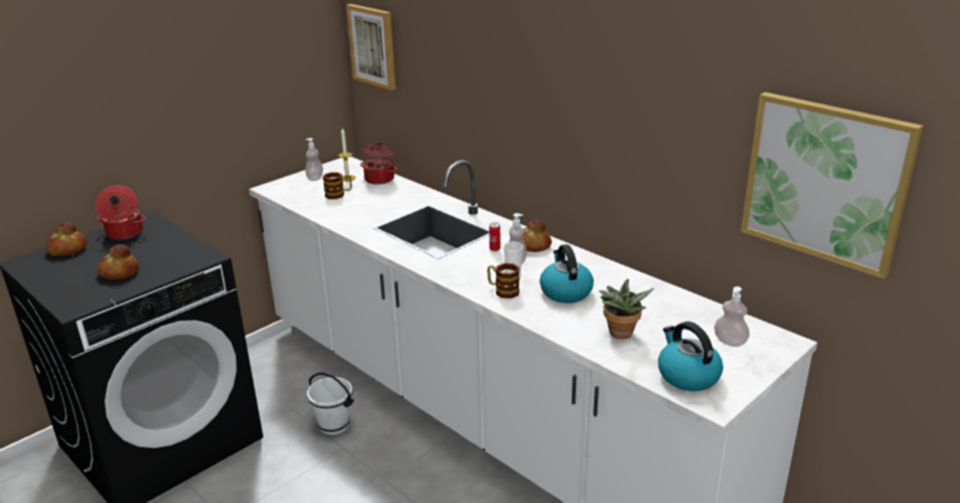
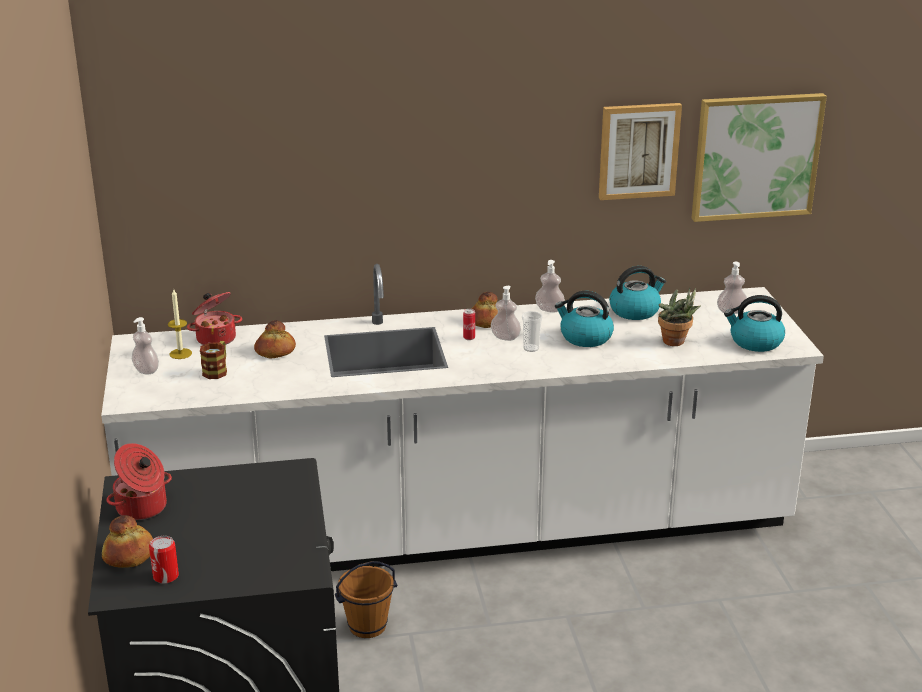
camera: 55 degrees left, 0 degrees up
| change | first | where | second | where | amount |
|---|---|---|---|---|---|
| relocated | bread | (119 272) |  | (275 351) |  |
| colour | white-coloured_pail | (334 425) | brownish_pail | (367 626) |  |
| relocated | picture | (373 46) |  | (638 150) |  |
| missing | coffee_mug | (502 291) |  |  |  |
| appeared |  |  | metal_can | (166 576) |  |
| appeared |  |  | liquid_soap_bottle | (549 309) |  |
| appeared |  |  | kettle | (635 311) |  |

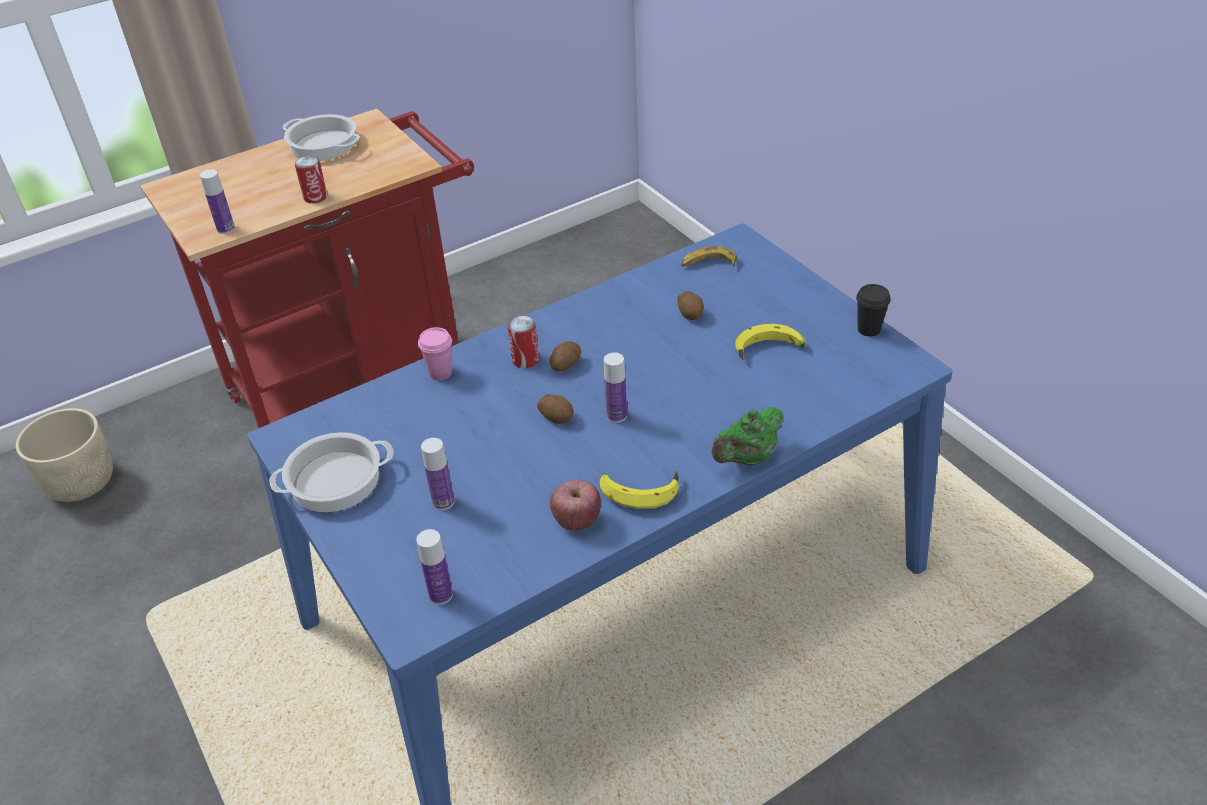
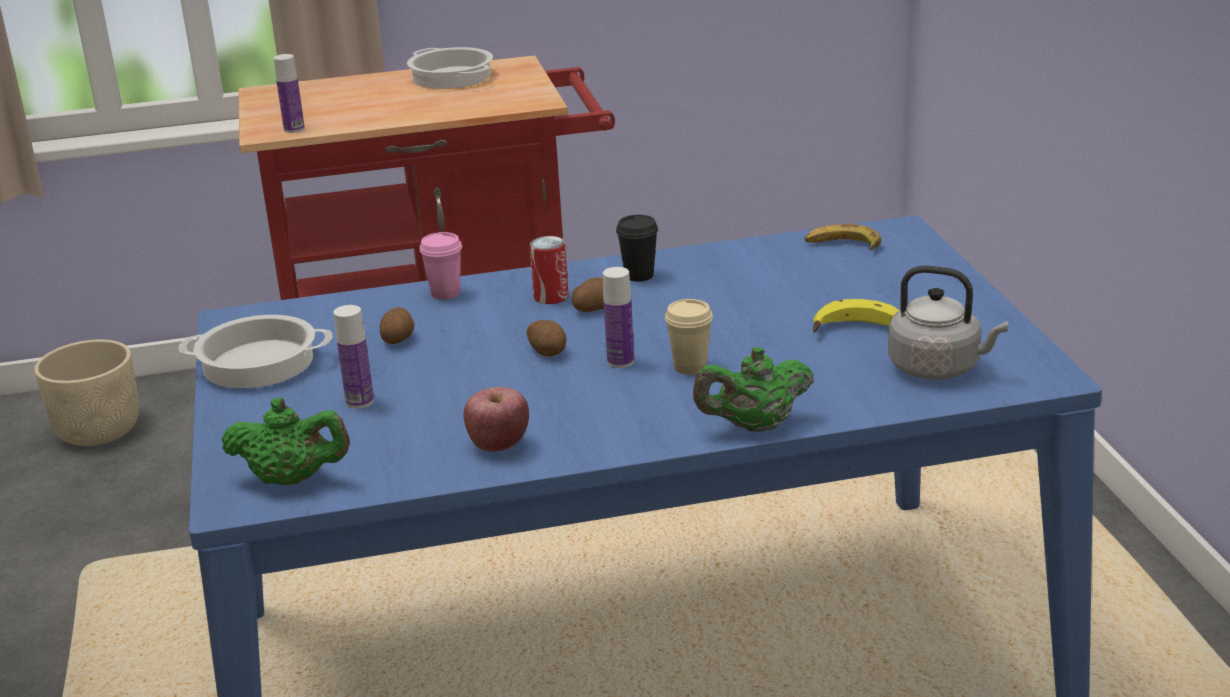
camera: 20 degrees right, 15 degrees down
| change | first | where | second | where | amount |
|---|---|---|---|---|---|
| missing | metal_can | (315 197) |  |  |  |
| exchanged | beverage_bottle | (441 595) | green-coloured_tea_pot | (292 479) |  |
| missing | whole_banana | (640 490) |  |  |  |
| relocated | spud | (691 314) |  | (398 339) |  |
| relocated | black_cup | (868 329) |  | (639 275) |  |
| appeared |  |  | beige_cup | (690 367) |  |
| appeared |  |  | grey_kettle | (939 368) |  |

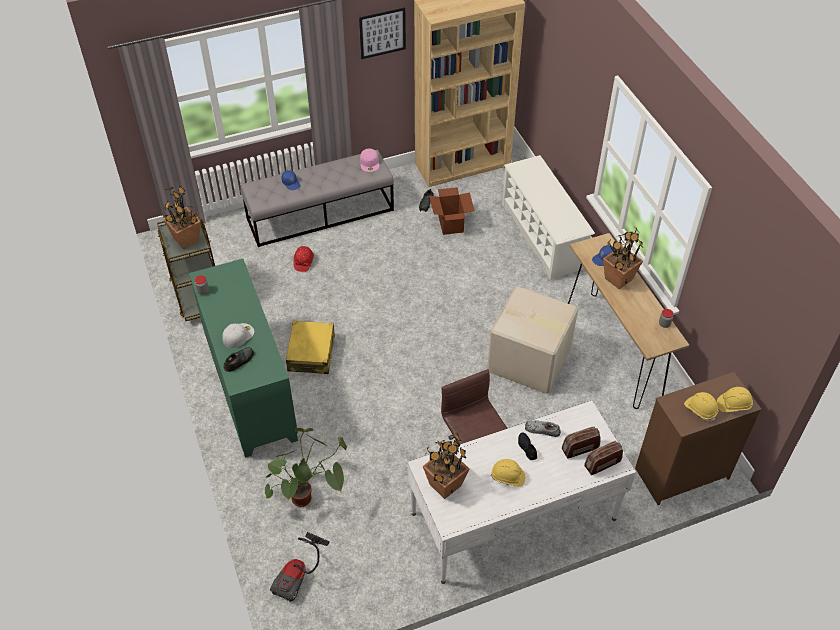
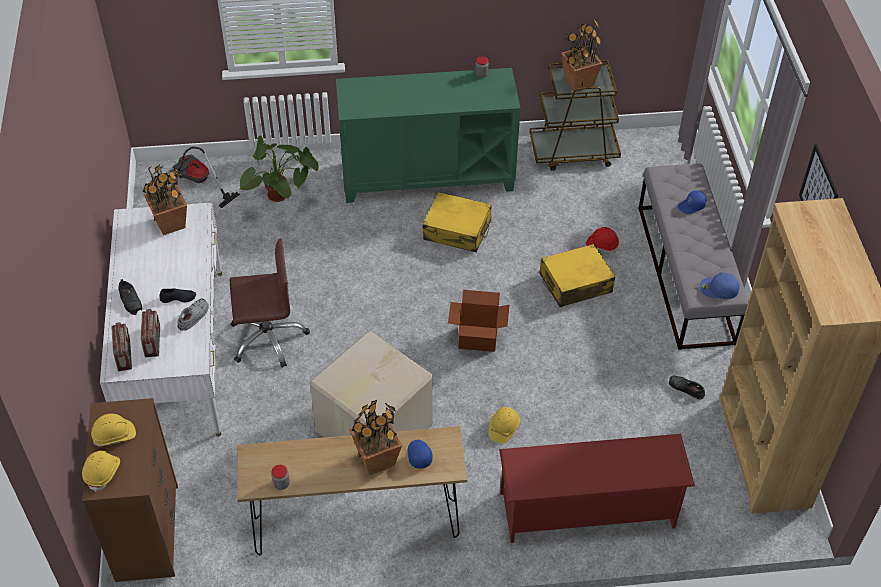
camera: 105 degrees right, 0 degrees up
| change | first | where | second | where | amount |
|---|---|---|---|---|---|
| missing | white-coloured_baseball_cap | (238 335) |  |  |  |
| relocated | black_shoe | (239 360) |  | (130 300) |  |
| colour | pinkish_baseball_cap | (369 162) | bluish_baseball_cap | (718 288) |  |
| relocated | carton | (451 224) |  | (477 339) |  |
| relocated | yellowish_safety_helmet | (508 477) |  | (503 428) |  |
| colour | white-coloured_shoe_stand | (543 236) | red-coloured_shoe_stand | (587 510) |  |
| appeared |  |  | yellowish_travel_case | (575 283) |  |

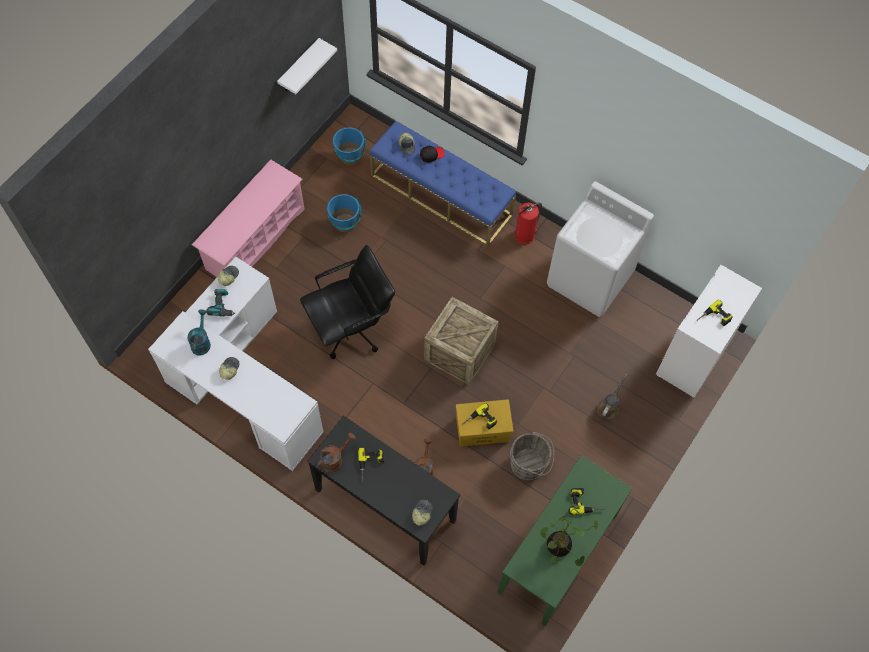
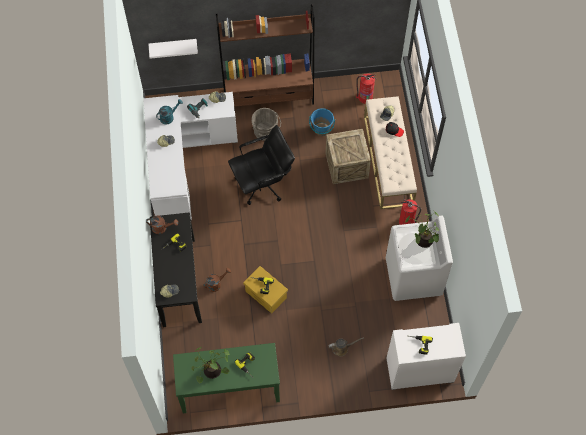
camera: 50 degrees right, 0 degrees up
| change | first | where | second | where | amount |
|---|---|---|---|---|---|
| exchanged | pinkish_shoe_stand | (255 239) | brownish_bookshelf | (269 97) |  |
| relocated | white-coloured_shelf | (299 67) |  | (173 46) |  |
| spun | black_desk_chair | (351 328) |  | (263 184) | 45 degrees counterclockwise |
| exchanged | bluish_pail | (350 157) | extinguisher | (365 97) |  |
| colour | bluish_long_seat | (441 195) | beige_long_seat | (388 160) |  |
| relocated | shipping_crate | (459 352) |  | (346 165) |  |
| relocated | grey_pail | (530 465) |  | (266 132) |  |
| appeared |  |  | houseplant | (422 240) |  |

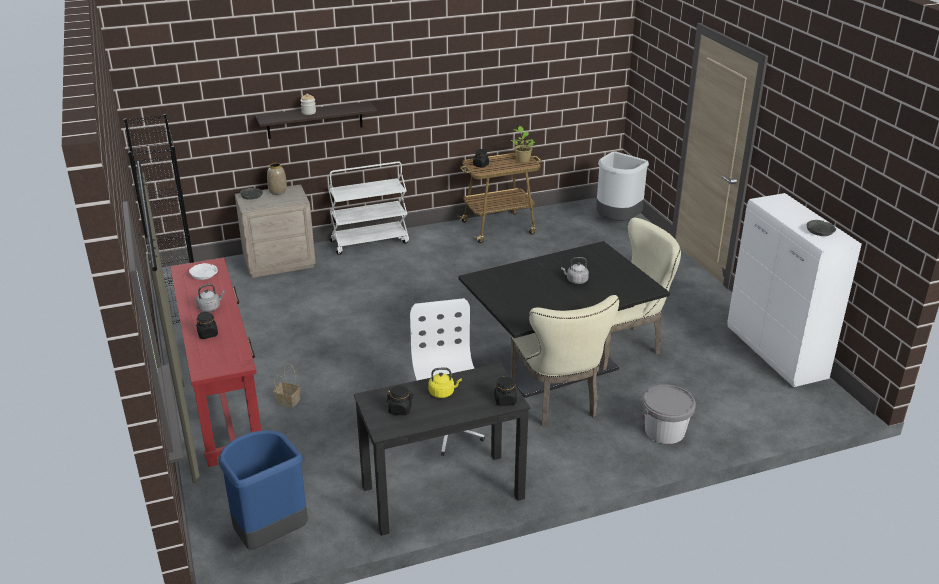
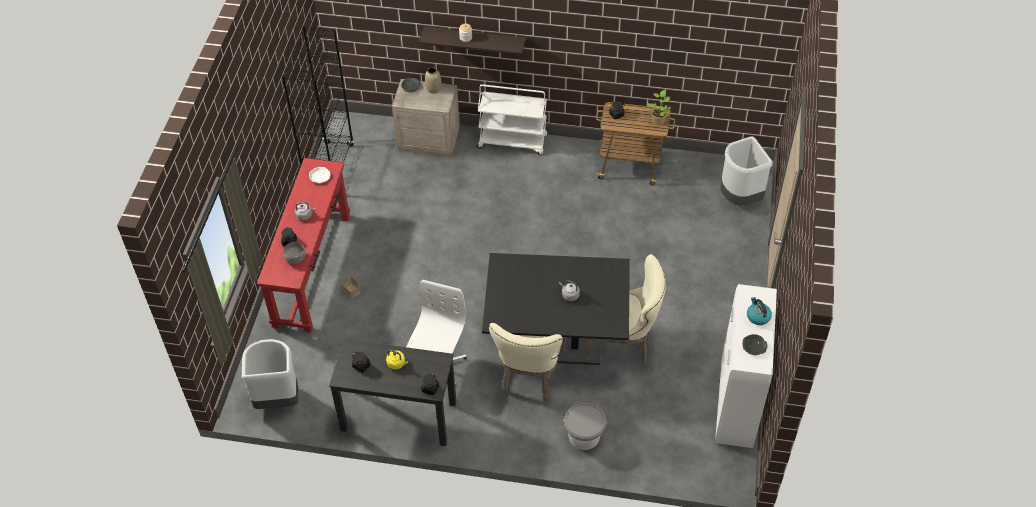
camera: 30 degrees right, 20 degrees up
| change | first | where | second | where | amount |
|---|---|---|---|---|---|
| colour | bluish_rubbish_bin | (269 535) | grey_rubbish_bin | (278 399) |  |
| appeared |  |  | grey_deep_dish | (296 259) |  |
| appeared |  |  | kettle | (758 316) |  |

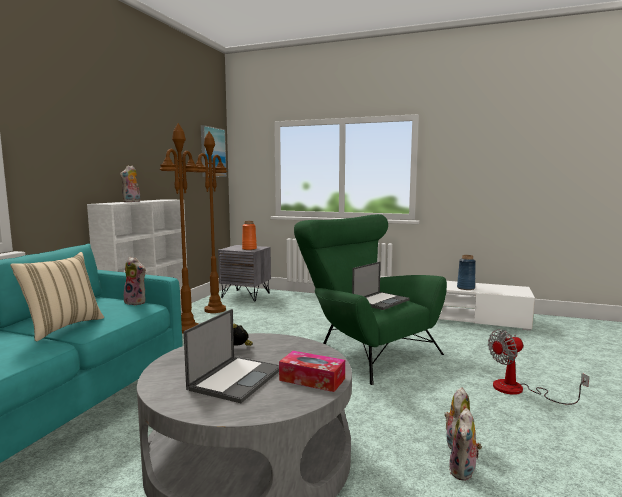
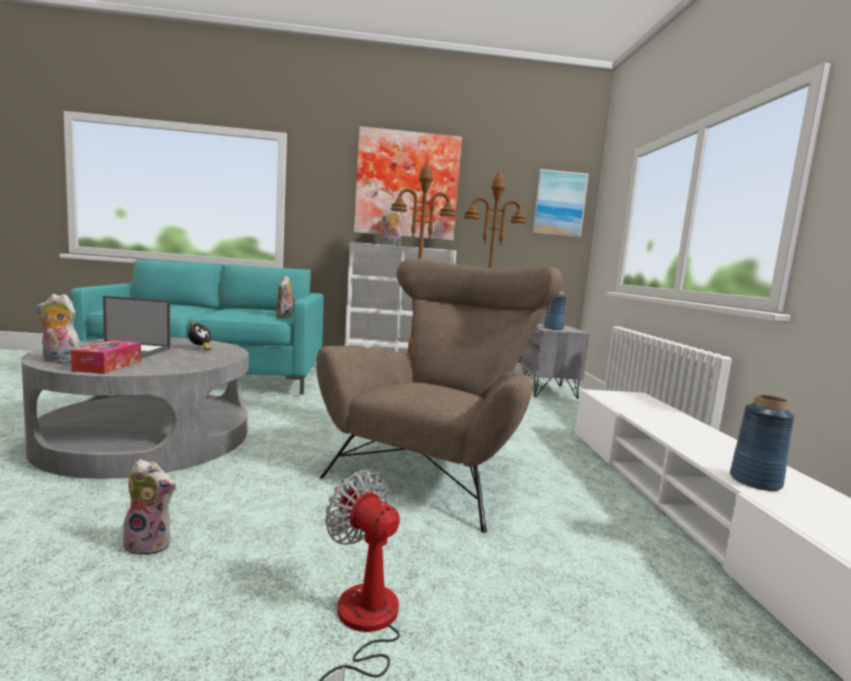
camera: 65 degrees right, 0 degrees up
| change | first | where | second | where | amount |
|---|---|---|---|---|---|
| missing | beige_cushion | (62 327) |  |  |  |
| colour | orange_decorative_vase | (249 249) | bluish_decorative_vase | (553 328) |  |
| colour | green-coloured_easy_chair | (365 350) | brownish_easy_chair | (437 466) |  |
| missing | laptop | (381 301) |  |  |  |
| relocated | cuddly_toy | (464 472) |  | (59 361) |  |
| appeared |  |  | picture | (407 185) |  |

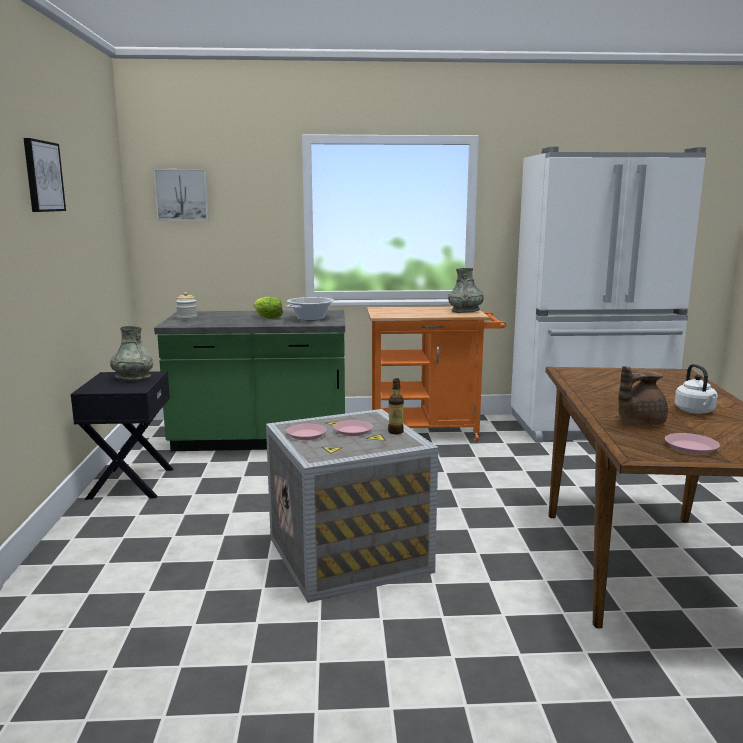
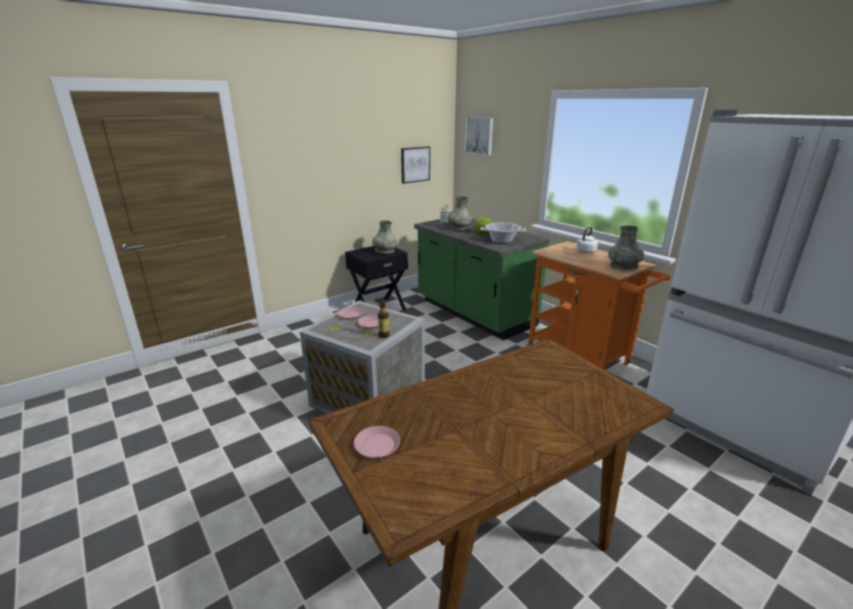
camera: 55 degrees right, 10 degrees up
| change | first | where | second | where | amount |
|---|---|---|---|---|---|
| relocated | picture | (42 176) |  | (415 164) |  |
| missing | brownish_tea_pot | (639 422) |  |  |  |
| relocated | white-coloured_kettle | (695 411) |  | (585 252) |  |
| appeared |  |  | grey_decorative_vase | (459 228) |  |

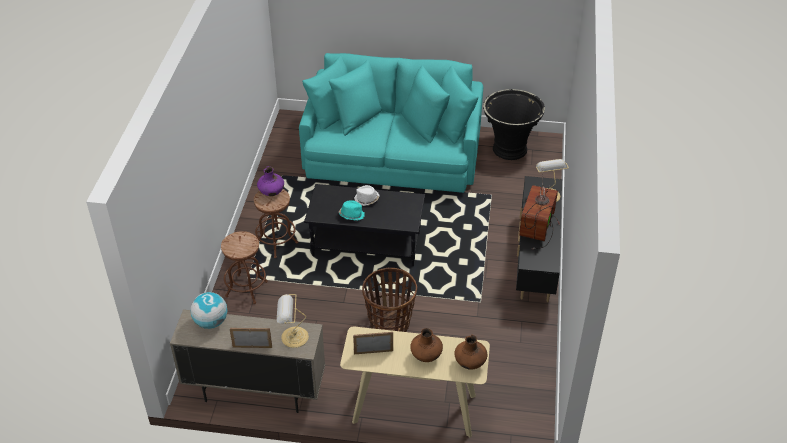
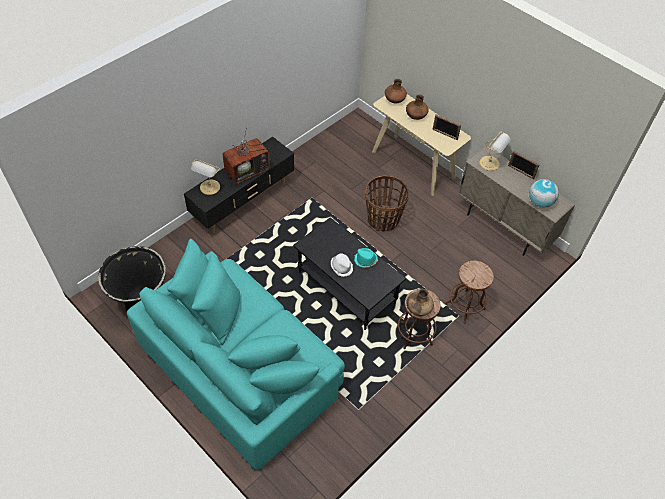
camera: 145 degrees left, 10 degrees up
| change | first | where | second | where | amount |
|---|---|---|---|---|---|
| colour | purple-coloured_decorative_vase | (271 192) | brownish_decorative_vase | (418 309) |  |

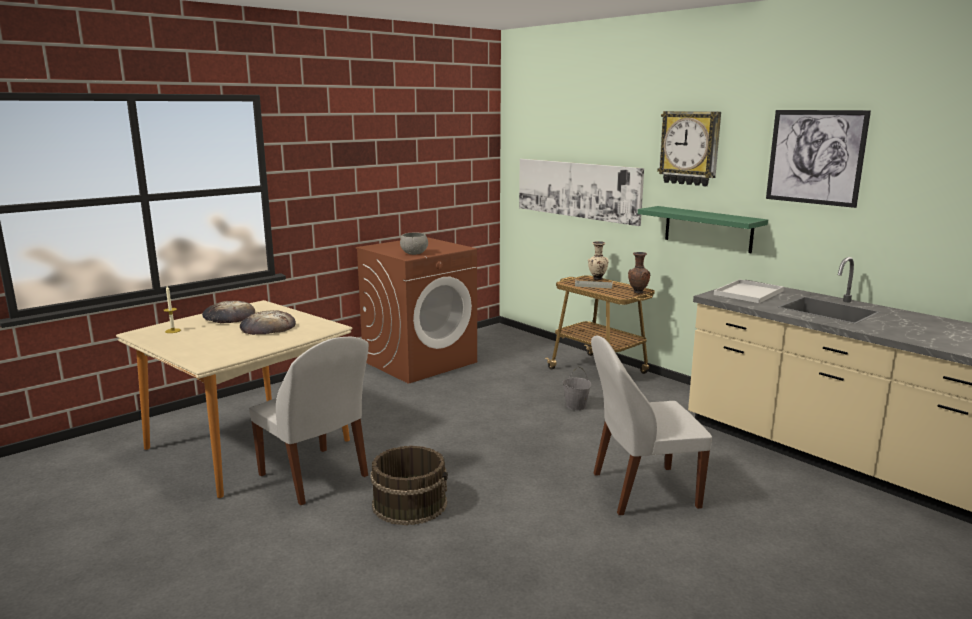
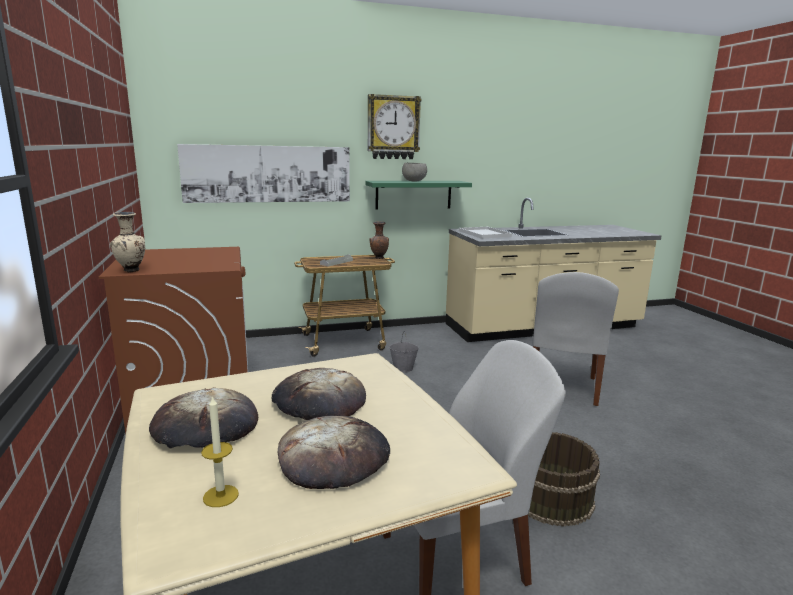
camera: 65 degrees left, 0 degrees up
| change | first | where | second | where | amount |
|---|---|---|---|---|---|
| relocated | grey_deep_dish | (414 254) |  | (414 181) |  |
| relocated | beige_decorative_vase | (597 279) |  | (131 271) |  |
| missing | picture | (815 157) |  |  |  |
| appeared |  |  | bread | (334 457) |  |

